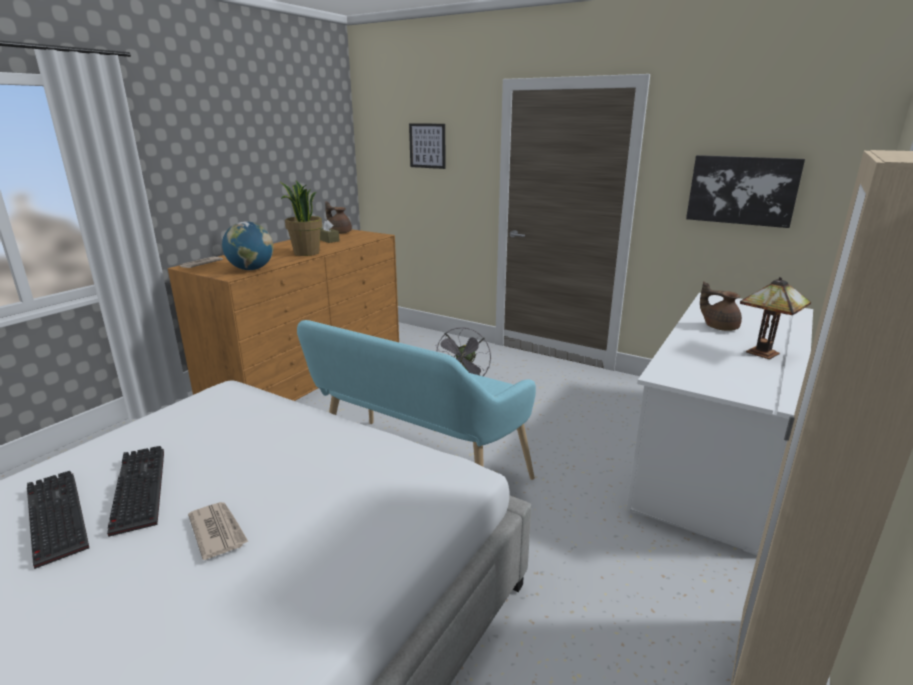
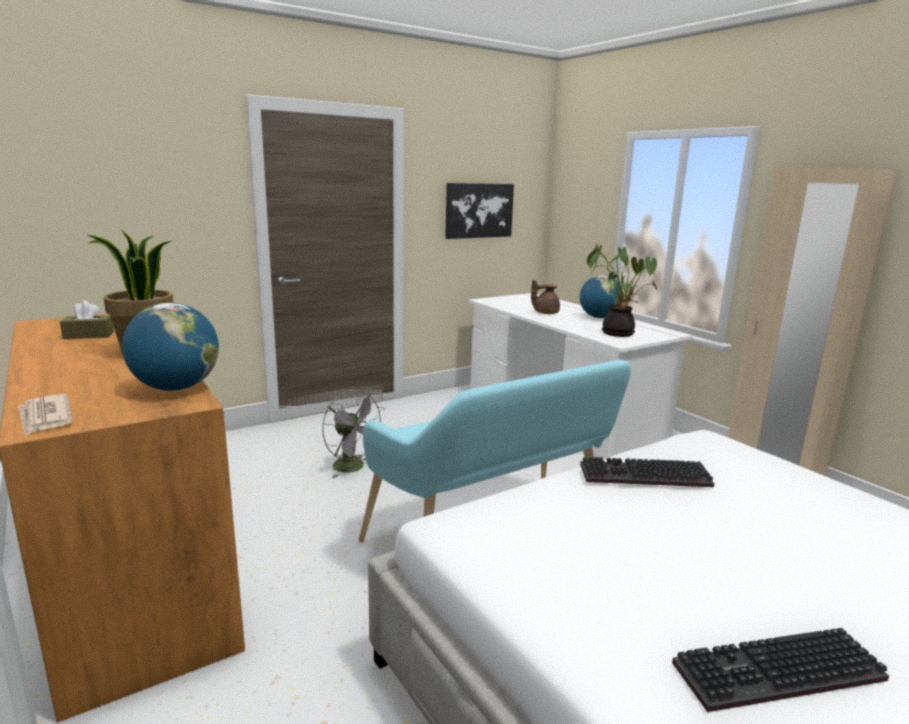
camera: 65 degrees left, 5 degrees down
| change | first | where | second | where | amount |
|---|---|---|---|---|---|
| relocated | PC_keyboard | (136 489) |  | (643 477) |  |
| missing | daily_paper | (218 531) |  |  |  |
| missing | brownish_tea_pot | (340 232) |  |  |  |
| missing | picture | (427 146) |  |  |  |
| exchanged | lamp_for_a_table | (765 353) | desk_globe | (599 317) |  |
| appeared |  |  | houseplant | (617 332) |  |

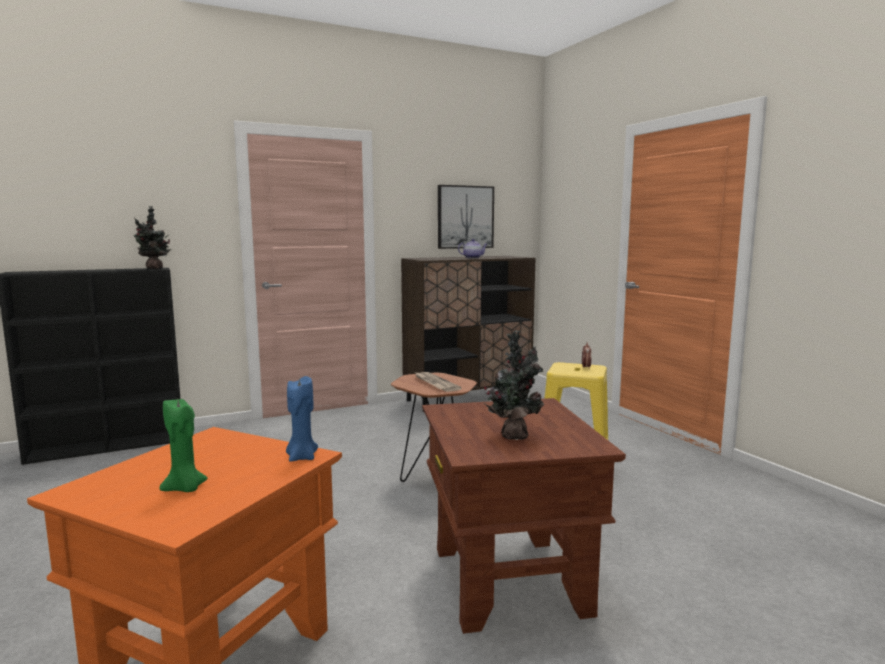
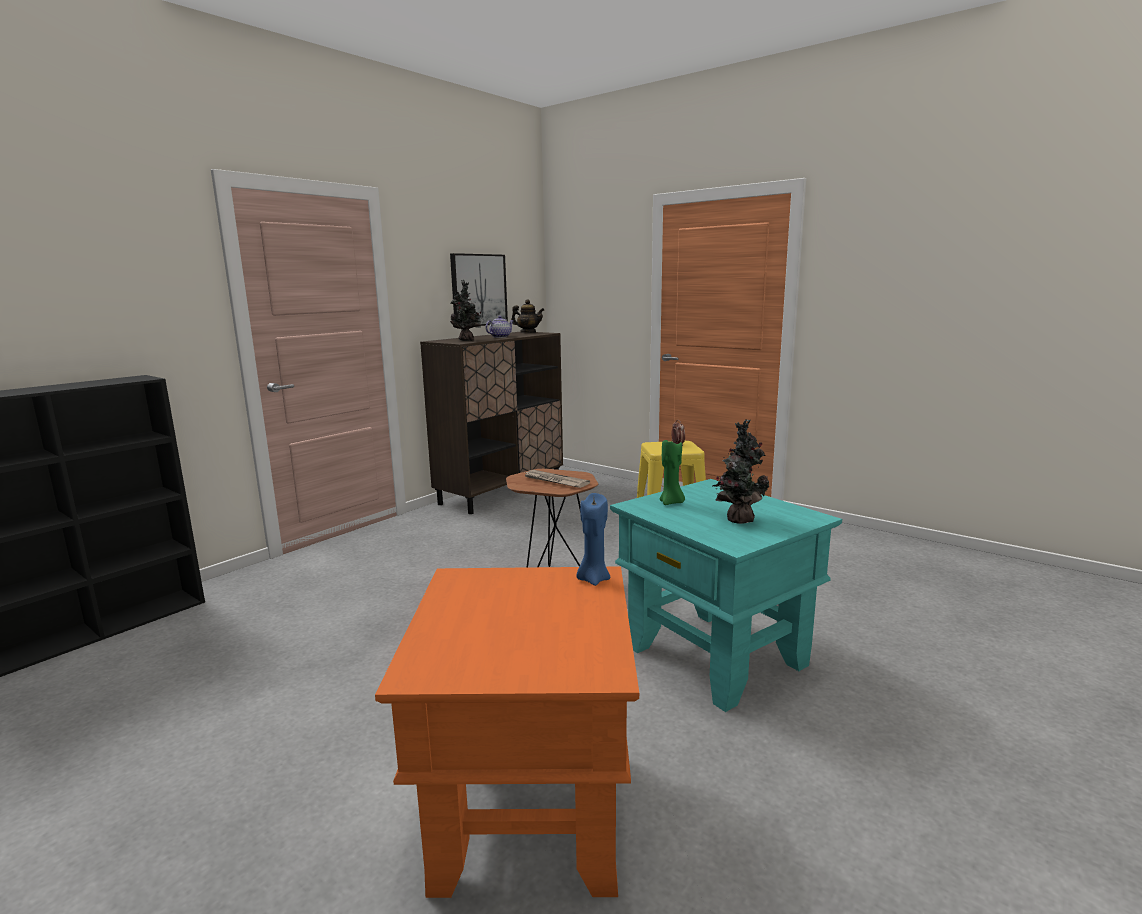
camera: 25 degrees left, 5 degrees up
| change | first | where | second | where | amount |
|---|---|---|---|---|---|
| relocated | houseplant | (154 269) |  | (467 340) |  |
| relocated | green-coloured_wax_candle | (185 489) |  | (671 502) |  |
| colour | brownish_side_table | (508 580) | turquoise_side_table | (715 656) |  |
| appeared |  |  | tea_pot | (528 332) |  |

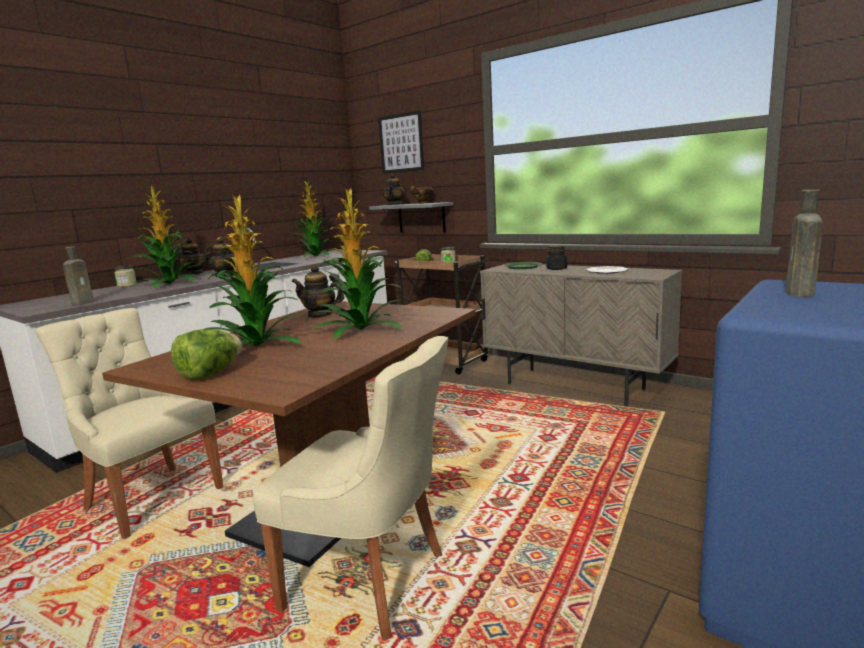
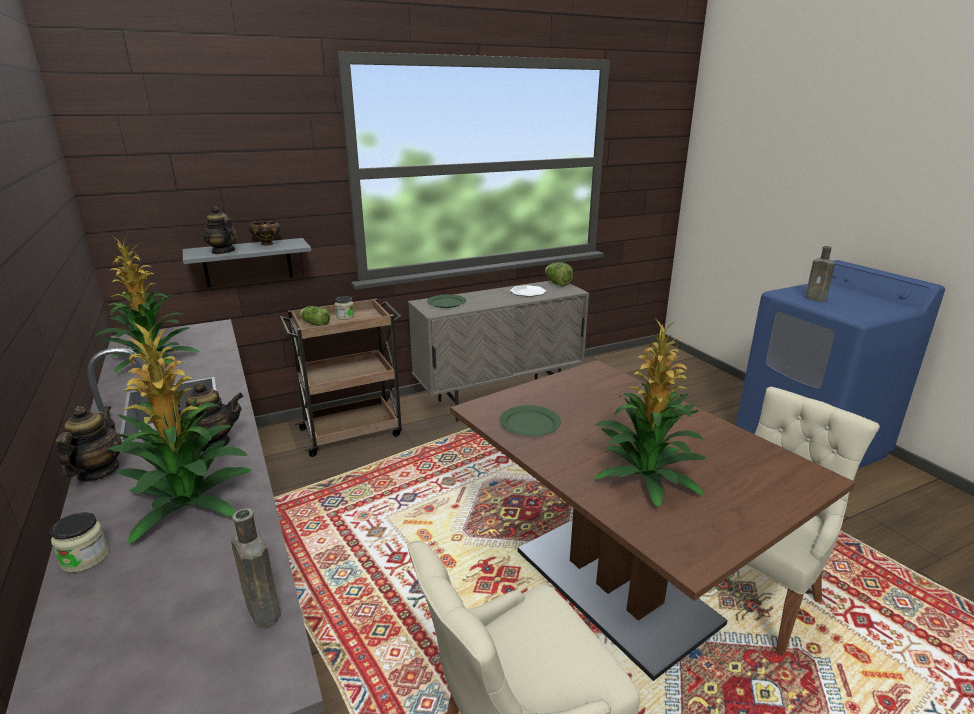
camera: 65 degrees left, 10 degrees up
| change | first | where | second | where | amount |
|---|---|---|---|---|---|
| relocated | lettuce | (210 374) |  | (557 284) |  |
| exchanged | tea_pot | (320 315) | green-coloured_flat_dish | (530 423) |  |
| missing | houseplant | (360 328) |  |  |  |
| missing | picture | (401 143) |  |  |  |
| missing | black_jar | (556 269) |  |  |  |

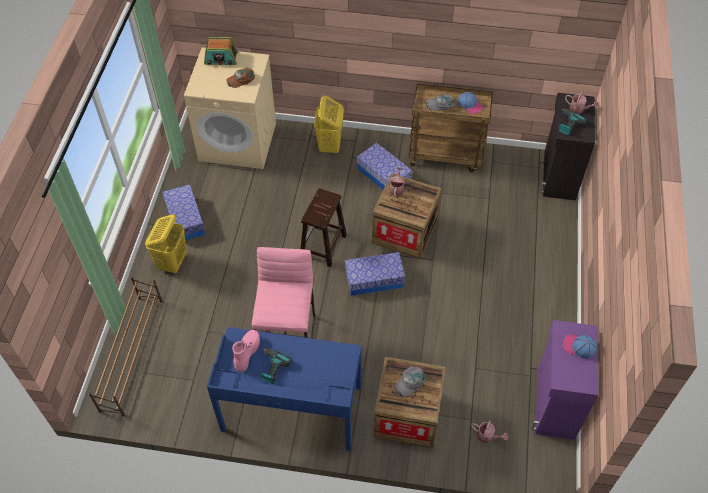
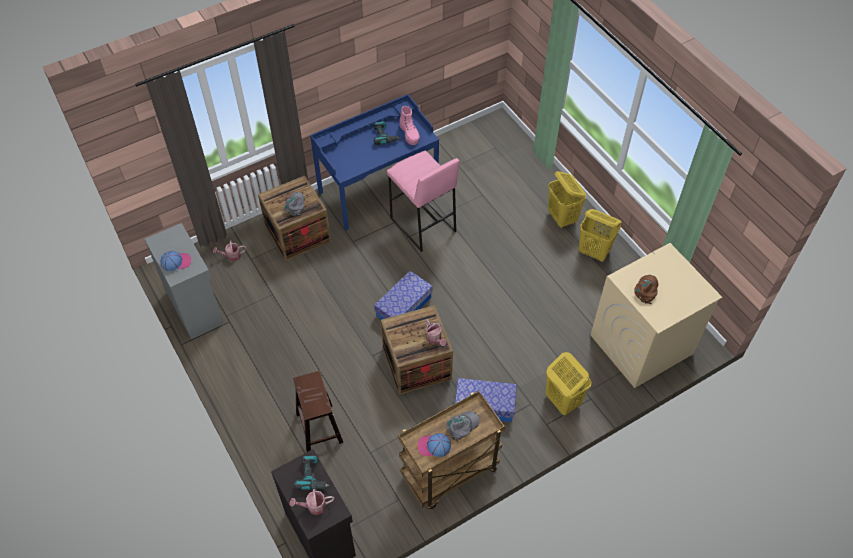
camera: 140 degrees right, 0 degrees up
| change | first | where | second | where | amount |
|---|---|---|---|---|---|
| missing | brownish_shoe_stand | (132 353) |  |  |  |
| exchanged | storage_bin | (185 219) | yellowish_washing_basket | (594 252) |  |
| missing | radio | (221 59) |  |  |  |
| relocated | brownish_stool_seat | (323 247) |  | (319 427) |  |
| colour | purple-coloured_storage_cabinet | (554 404) | grey_storage_cabinet | (195 307) |  |

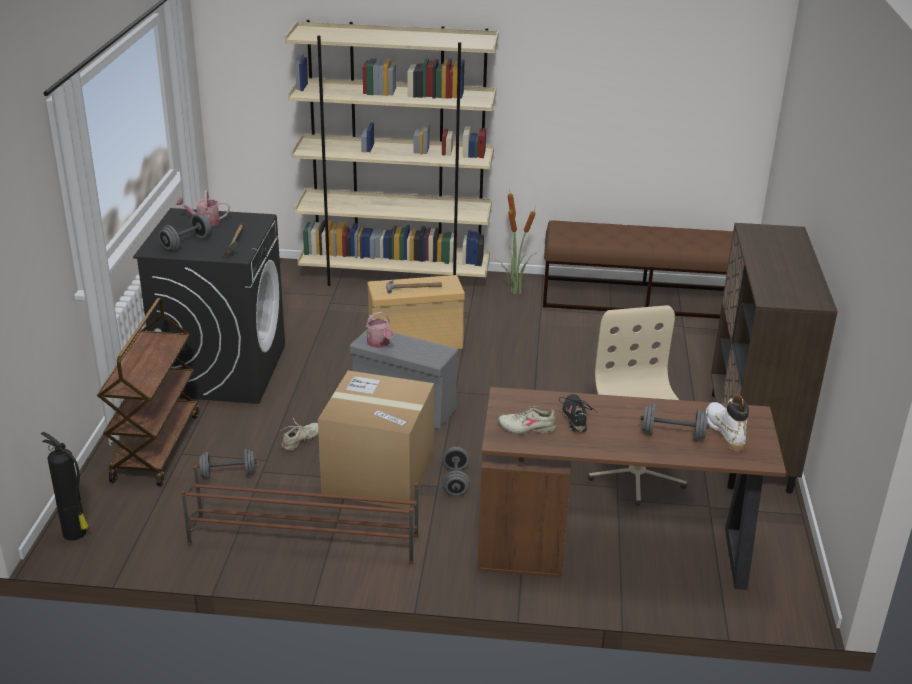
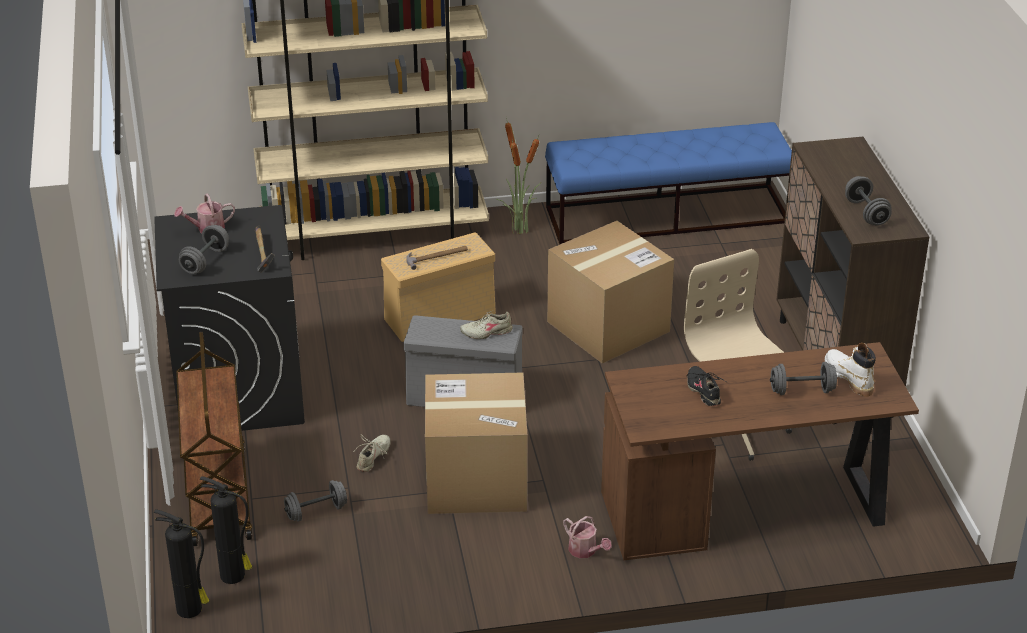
camera: 15 degrees left, 5 degrees up
| change | first | where | second | where | amount |
|---|---|---|---|---|---|
| missing | brownish_shoe_stand | (303 540) |  |  |  |
| relocated | watering_pot | (379 343) |  | (585 551) |  |
| relocated | grey_hand_weight | (455 481) |  | (866 213) |  |
| relocated | beige_shoe | (527 428) |  | (487 332) |  |
| colour | brownish_long_seat | (645 299) | bluish_long_seat | (667 215) |  |
| appeared |  |  | extinguisher | (234 576) |  |
| appeared |  |  | carton | (608 326) |  |

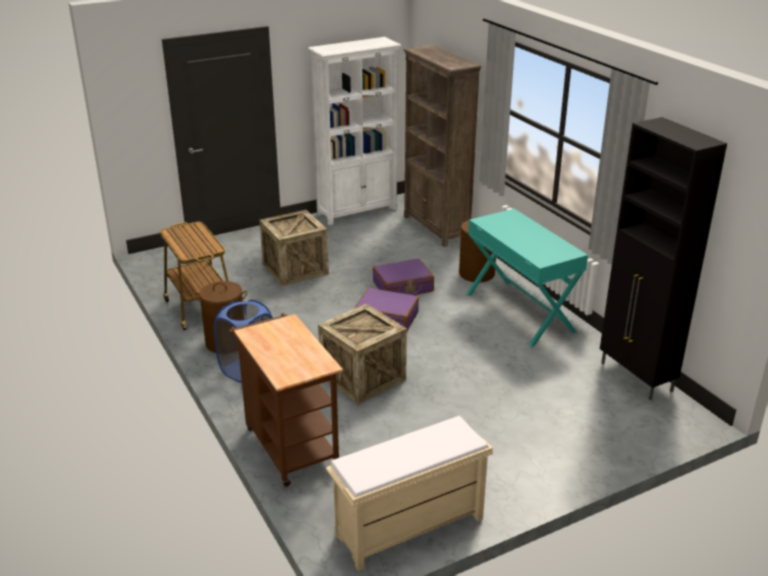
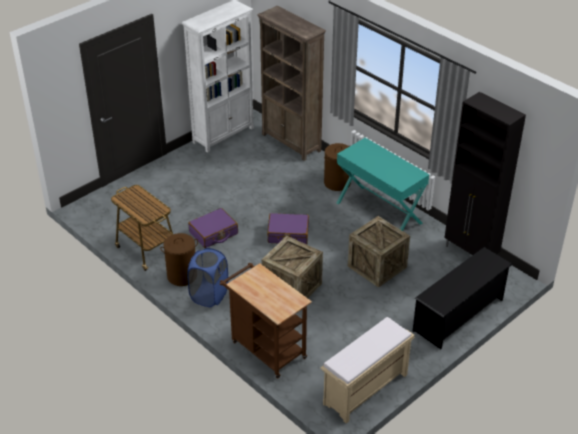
camera: 15 degrees left, 10 degrees up
| change | first | where | second | where | amount |
|---|---|---|---|---|---|
| relocated | shipping_crate | (295 269) |  | (377 266) |  |
| relocated | purple-coloured_travel_case | (403 287) |  | (213 233) |  |
| appeared |  |  | black_shoe_stand | (458 315) |  |

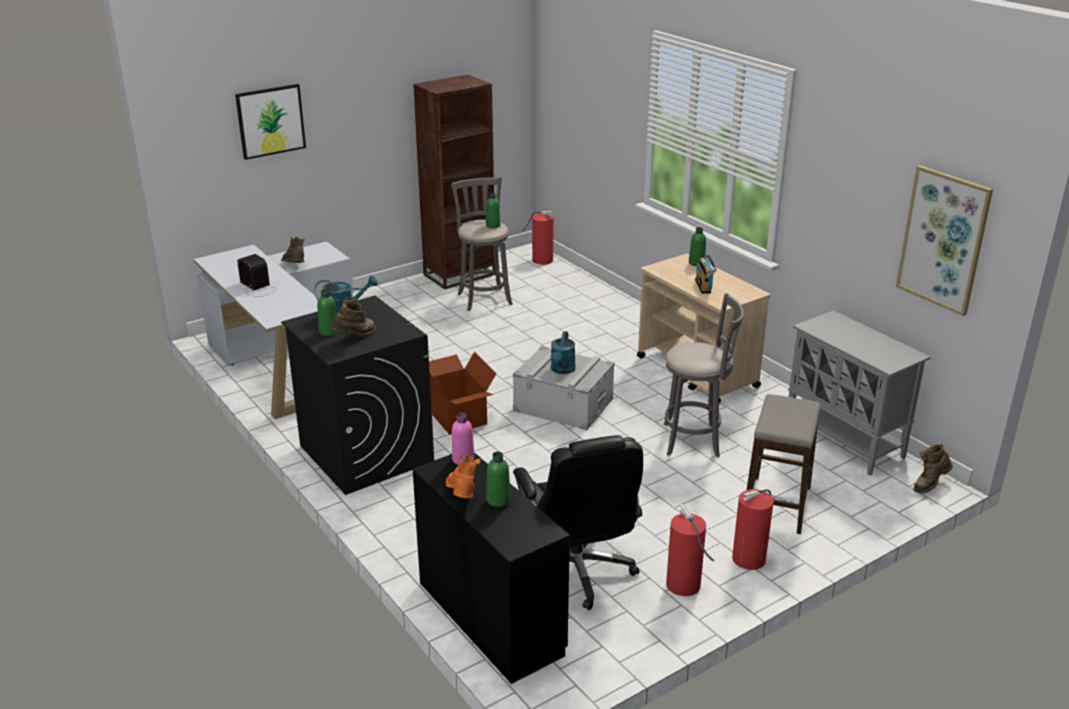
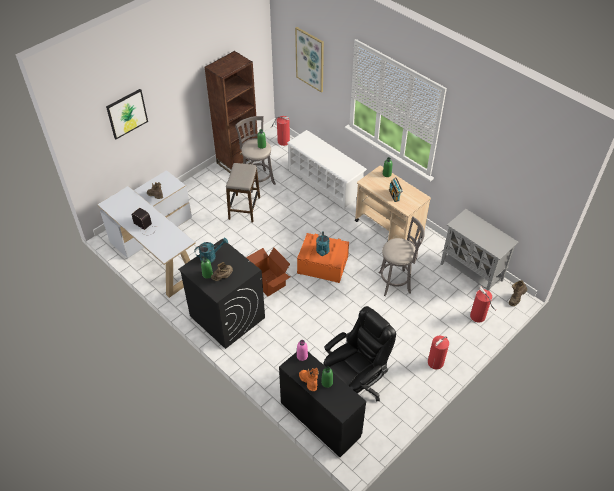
camera: 10 degrees left, 20 degrees up
| change | first | where | second | where | amount |
|---|---|---|---|---|---|
| colour | grey_storage_bin | (563 405) | orange_storage_bin | (323 265) |  |
| spun | black_desk_chair | (576 571) |  | (355 383) | 105 degrees counterclockwise |
| relocated | extinguisher | (684 586) |  | (478 316) |  |
| relocated | stool_seat | (777 505) |  | (244 208) |  |
| relocated | picture | (943 240) |  | (310 59) |  |
| appeared |  |  | white-coloured_shoe_stand | (325 183) |  |

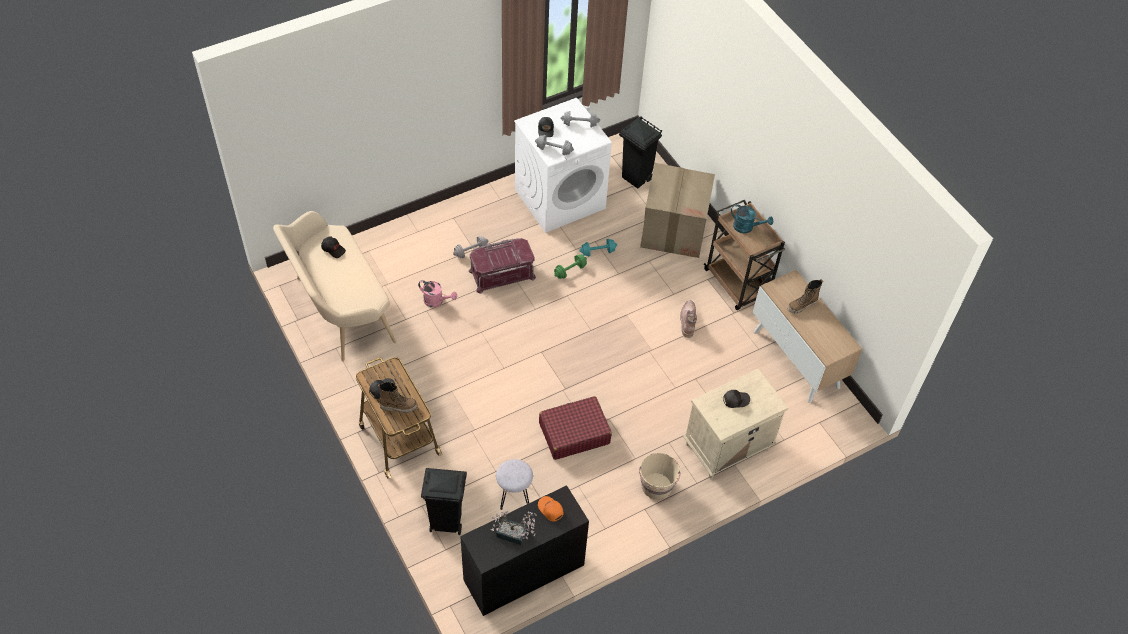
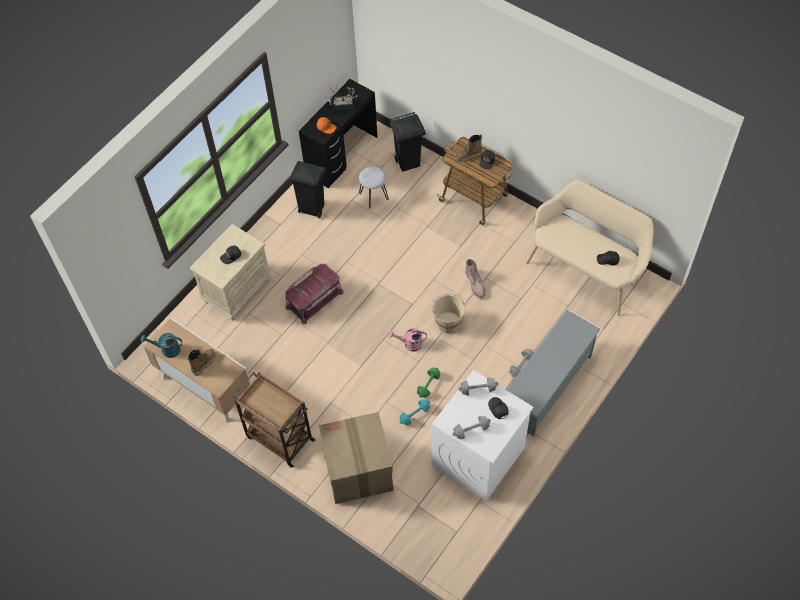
camera: 160 degrees right, 5 degrees up
| change | first | where | second | where | amount |
|---|---|---|---|---|---|
| relocated | pinkish_watering_pot | (436 301) |  | (409 344) |  |
| relocated | red-coloured_storage_bin | (502 273) |  | (315 300) |  |
| missing | red-coloured_travel_case | (574 433) |  |  |  |
| relocated | black_rubbish_bin | (636 178) |  | (312 209) |  |
| relocated | beige_pail | (656 486) |  | (448 322) |  |
| relocated | brownish_boot | (687 320) |  | (475 284) |  |
| relocated | turquoise_watering_pot | (747 227) |  | (167 350) |  |
| appeared |  |  | grey_shoe_stand | (547 387) |  |

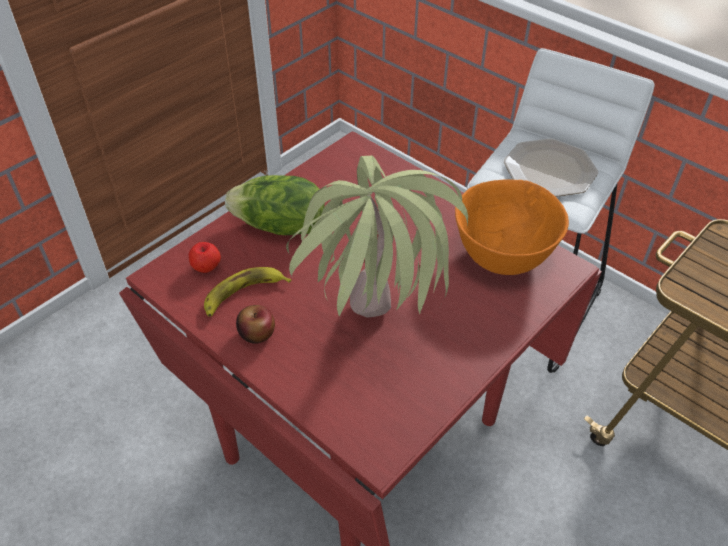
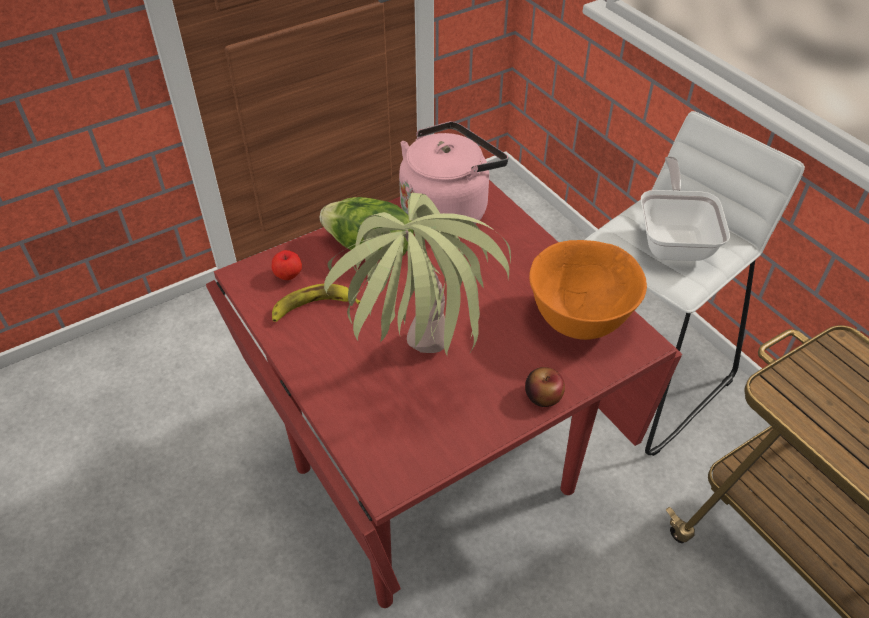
camera: 15 degrees right, 0 degrees up
| change | first | where | second | where | amount |
|---|---|---|---|---|---|
| relocated | whole_apple | (257 333) |  | (543 396) |  |
| exchanged | flat_dish | (550 169) | frying_pan | (674 239) |  |
| appeared |  |  | pinkish_kettle | (447 210) |  |

